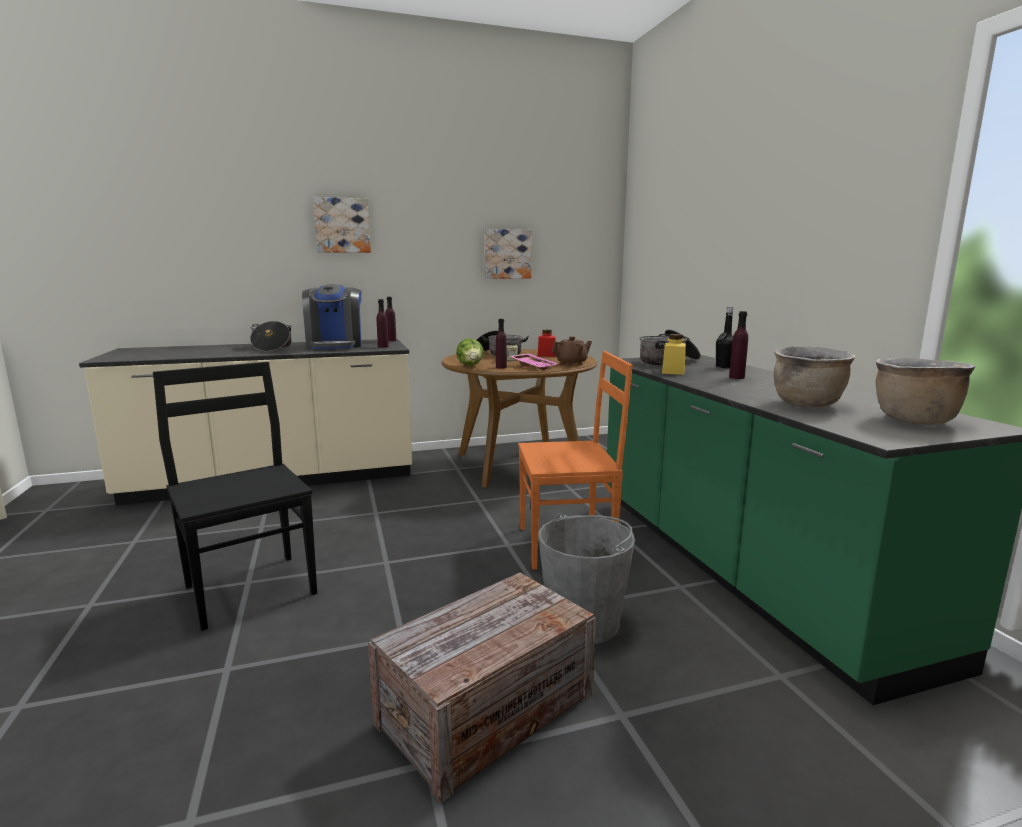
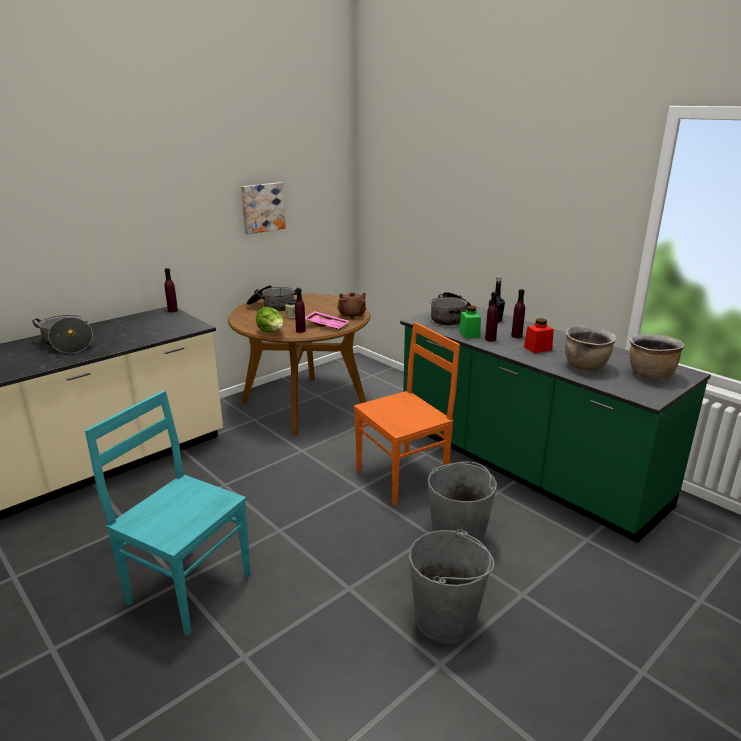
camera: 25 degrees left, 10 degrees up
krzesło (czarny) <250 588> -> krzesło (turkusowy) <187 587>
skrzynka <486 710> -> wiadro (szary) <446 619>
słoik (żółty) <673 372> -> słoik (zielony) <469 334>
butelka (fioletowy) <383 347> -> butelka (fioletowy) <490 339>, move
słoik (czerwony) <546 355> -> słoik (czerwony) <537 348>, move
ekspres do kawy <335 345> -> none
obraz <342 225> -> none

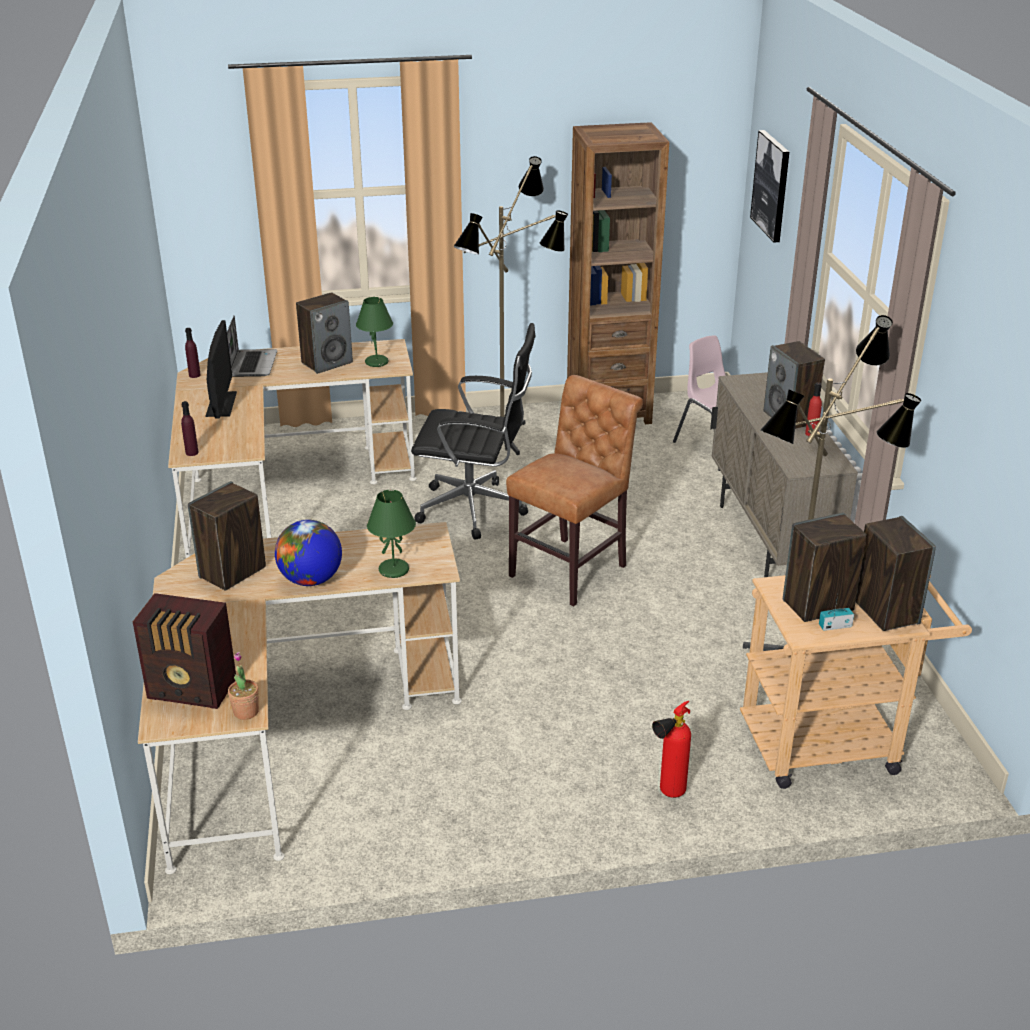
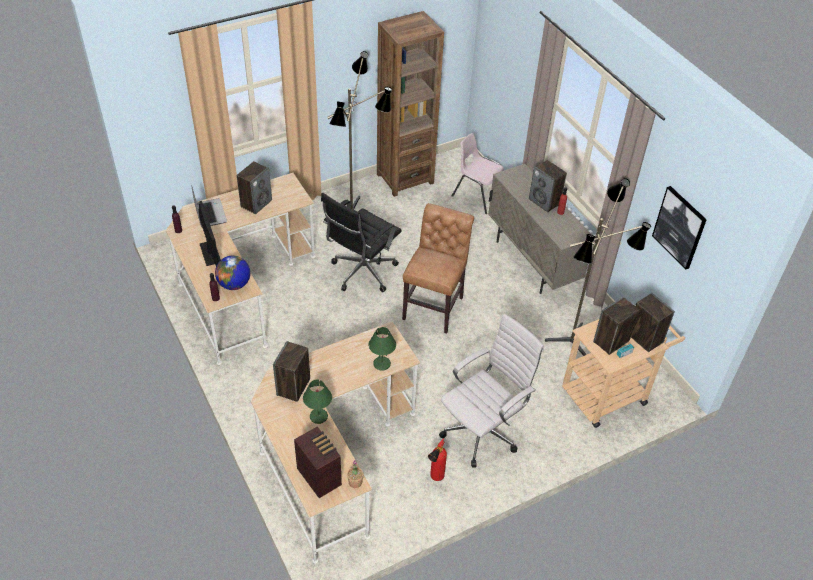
camera: 20 degrees left, 15 degrees up
globus <311 580> -> globus <234 284>, move
radio <193 690> -> radio <319 475>, 120 degrees counterclockwise
lampa stołowa (zielony) <377 362> -> lampa stołowa (zielony) <319 416>, move
krzesło biurowe (czarny) <476 510> -> krzesło biurowe (czarny) <361 273>, 135 degrees clockwise
gaśnica <668 794> -> gaśnica <435 478>, move
none -> krzesło biurowe (biały) <483 432>
obraz <772 185> -> obraz <679 227>, move

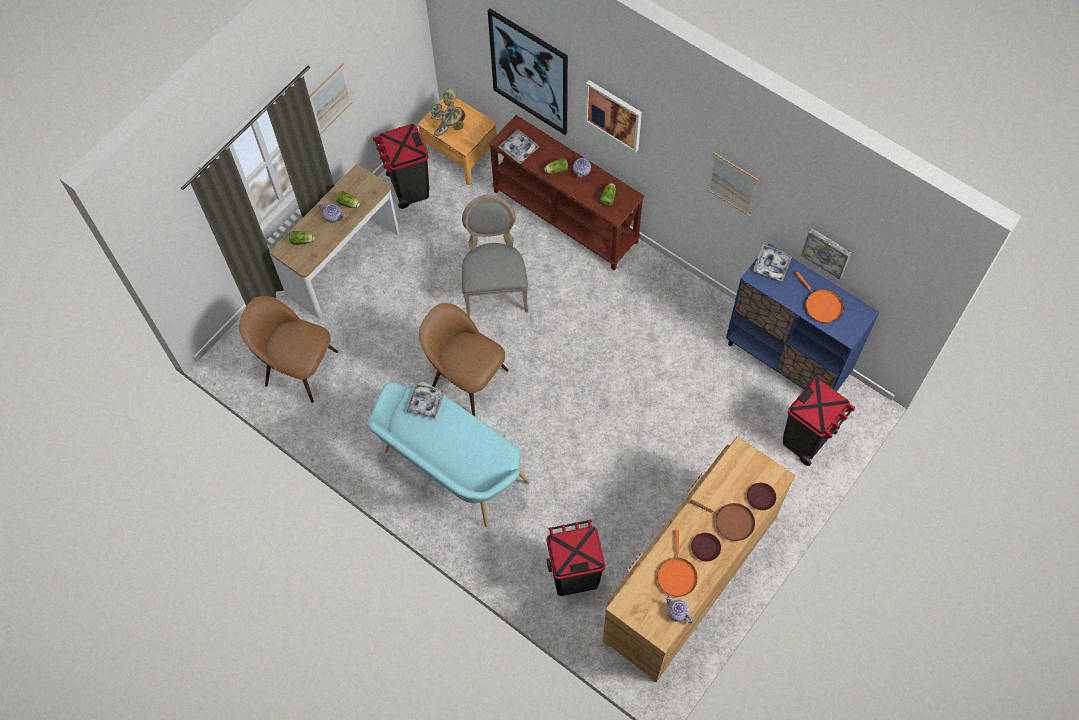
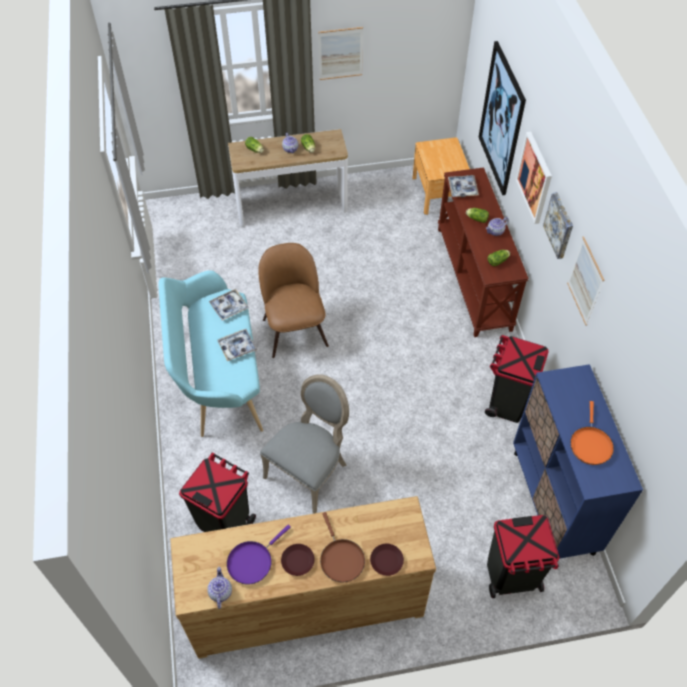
camera: 40 degrees right, 10 degrees down
taca <772 265> -> taca <237 347>, move
patelnia (pomarańczowy) <676 574> -> patelnia (fioletowy) <252 561>
krzesło (szary) <495 286> -> krzesło (szary) <310 470>, move
kosz na śmieci (czarny) <409 188> -> kosz na śmieci (czarny) <507 403>, move
obraz <827 252> -> obraz <560 225>, move
krzesło (brązowy) <298 367> -> none
roślina doniczkowa <448 124> -> none

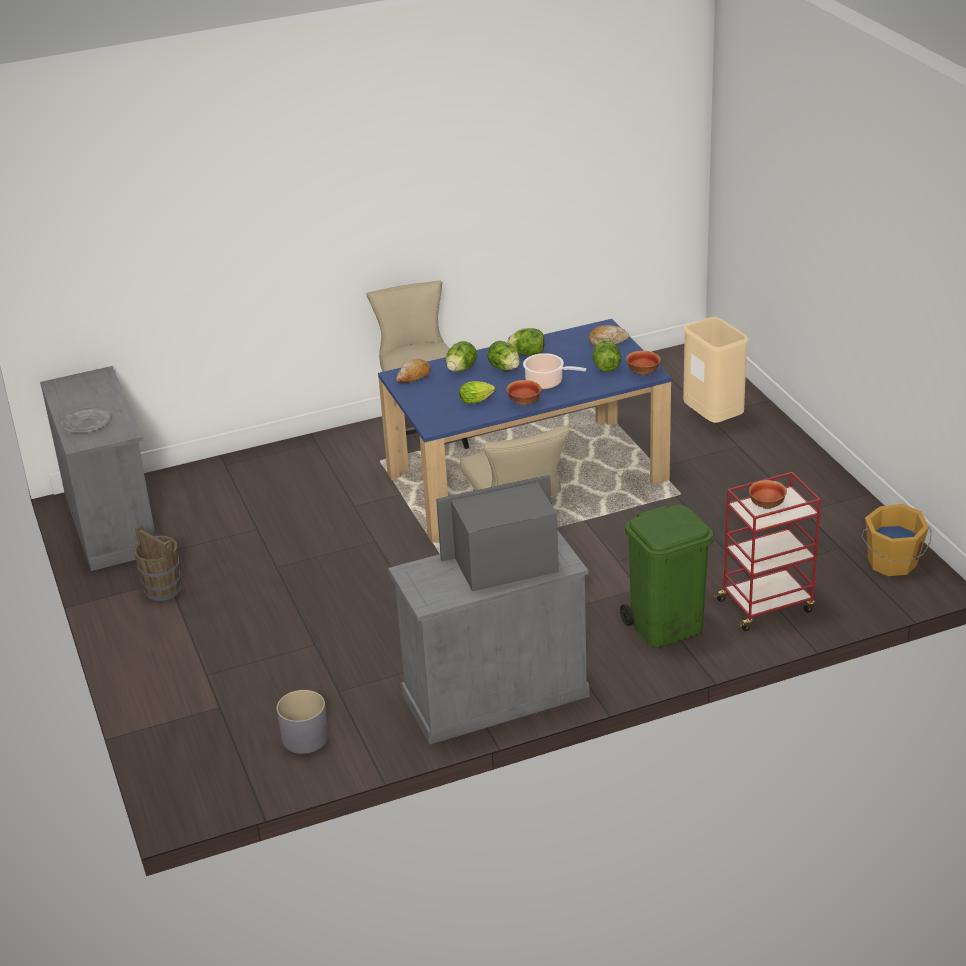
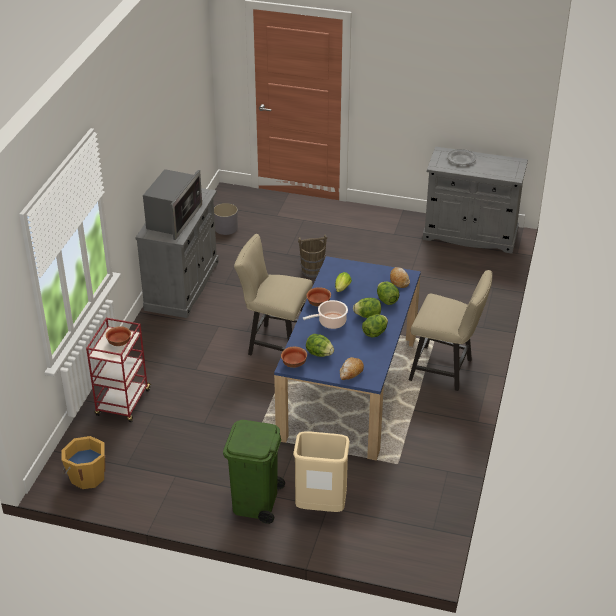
camera: 125 degrees right, 5 degrees up
kosz na śmieci (zielony) <667 626> -> kosz na śmieci (zielony) <255 502>, move
wiadro (brązowy) <163 589> -> wiadro (brązowy) <312 271>, move

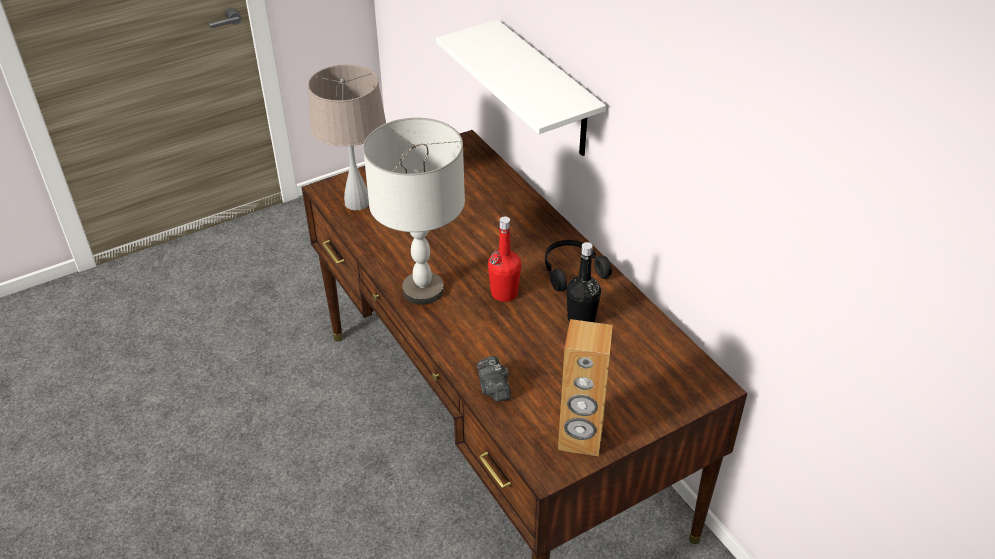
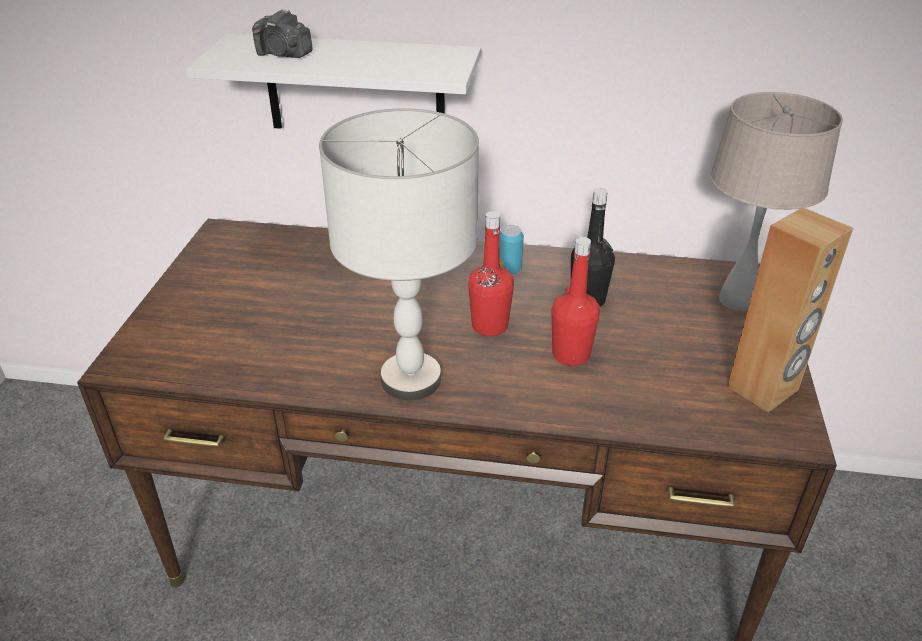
camera: 50 degrees left, 5 degrees down
aparat fotograficzny <493 388> -> aparat fotograficzny <284 55>, move
słuchawki (czarny) <571 270> -> puszka <509 269>
none -> butelka (czerwony) <571 354>
lampa stołowa (beżowy) <357 202> -> lampa stołowa (beżowy) <737 300>, move

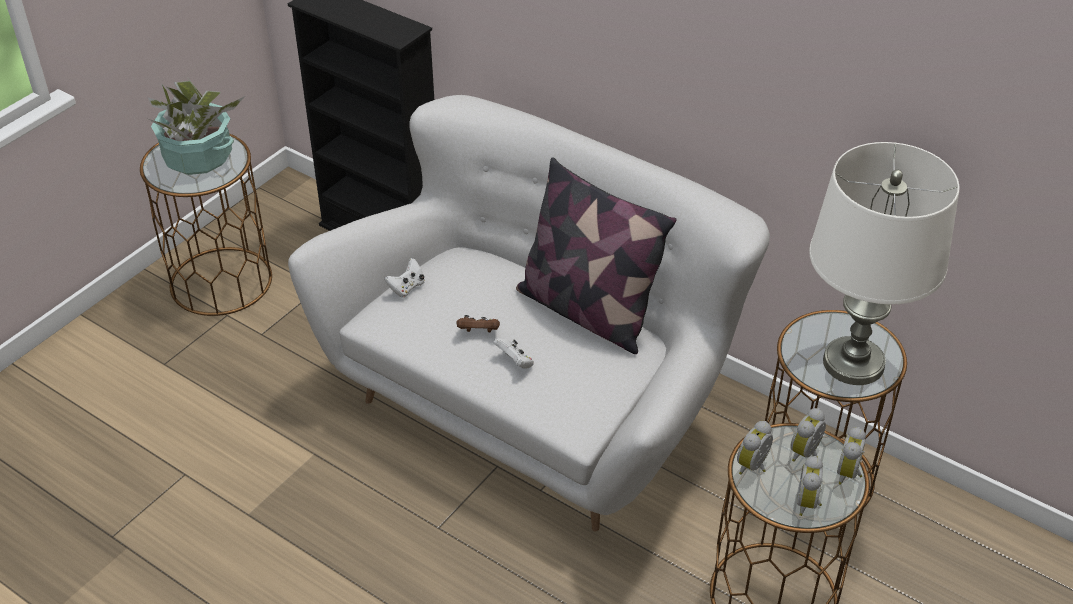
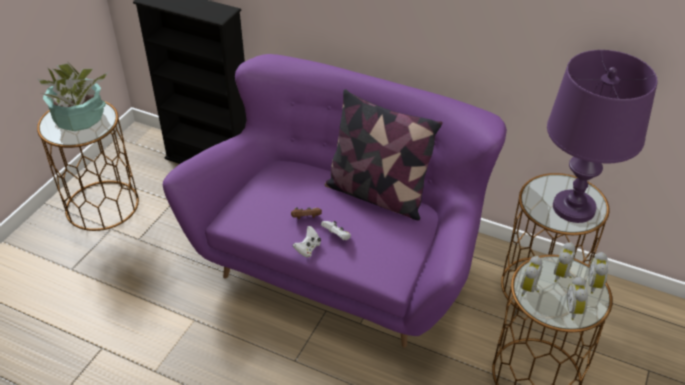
camera: 10 degrees left, 0 degrees up
kanapa (biały) <535 401> -> kanapa (fioletowy) <342 262>
pad do gier (biały) <407 287> -> pad do gier (biały) <308 249>, move
lampa stołowa (biały) <853 363> -> lampa stołowa (fioletowy) <573 208>

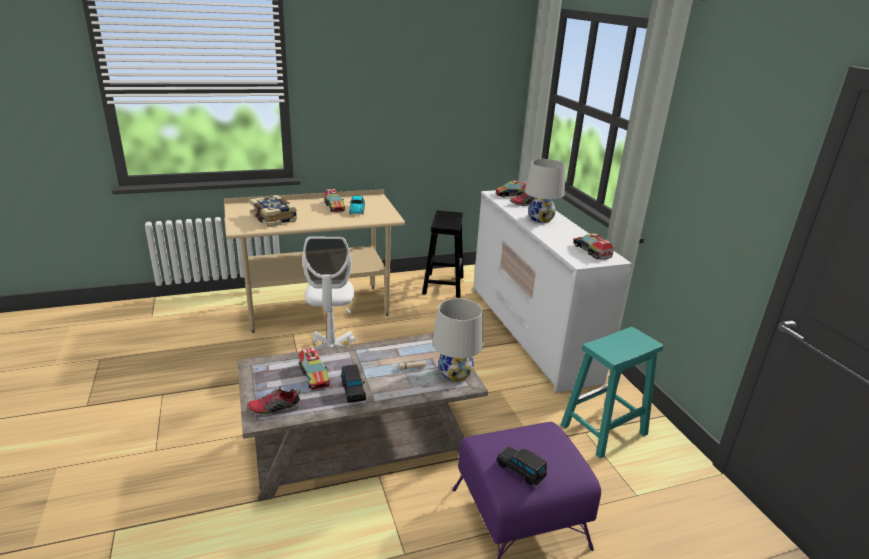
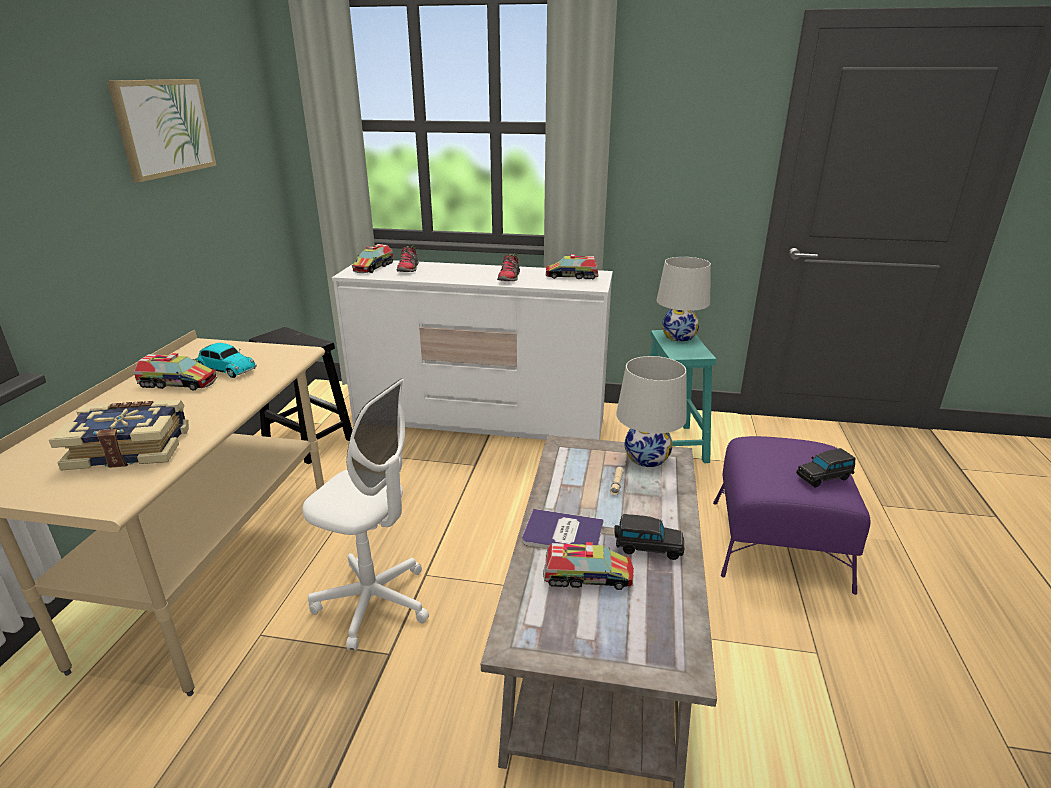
camera: 60 degrees left, 0 degrees up
none -> obraz <164 127>
but <274 409> -> but <509 278>, move
none -> książka <562 533>
lampa stołowa (biały) <540 219> -> lampa stołowa (biały) <679 336>, move

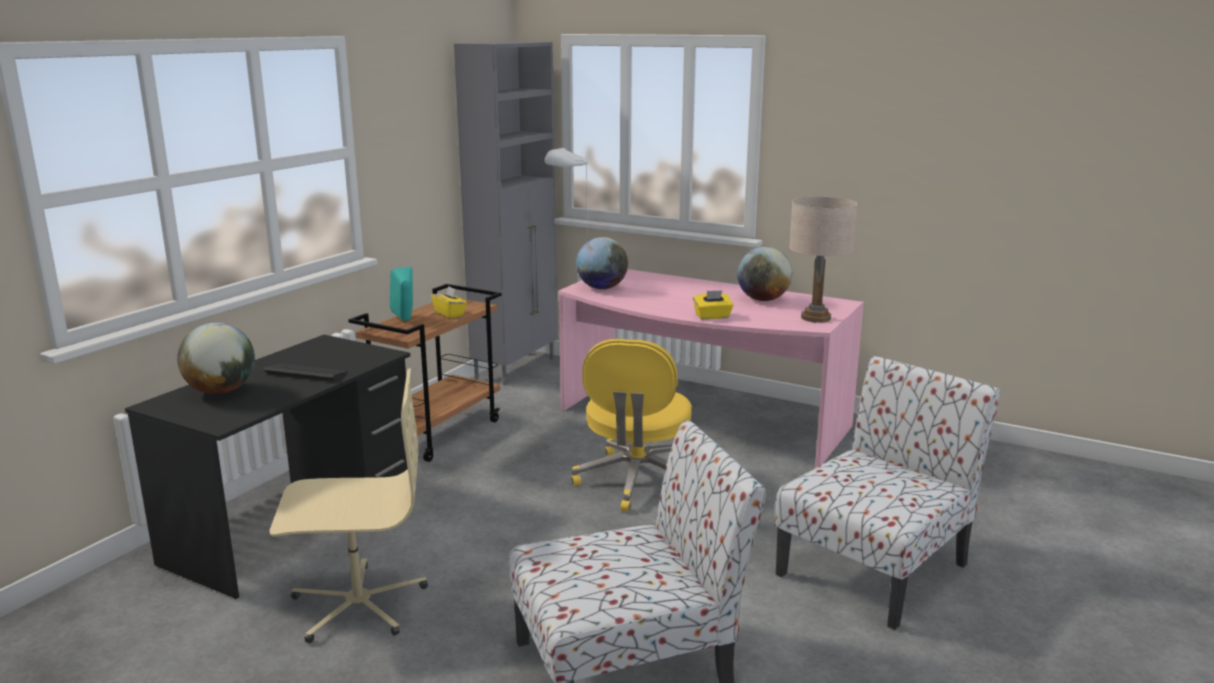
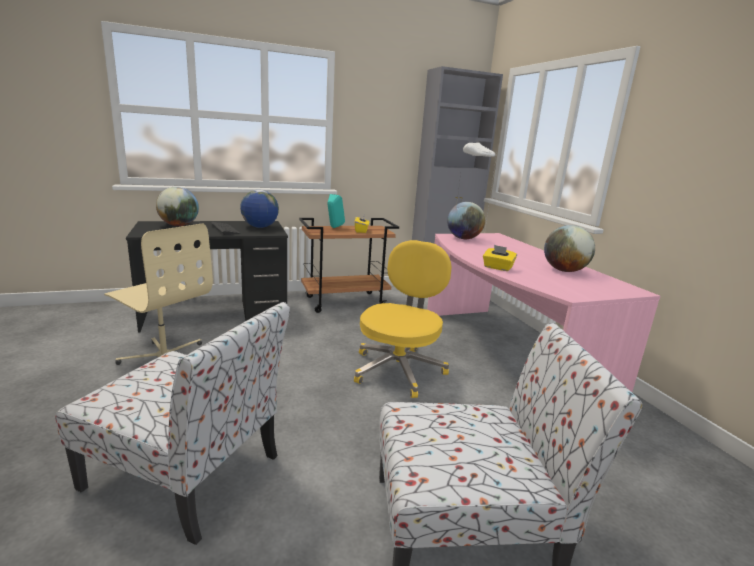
camera: 40 degrees right, 0 degrees up
none -> globus <260 227>
krzesło biurowe (żółty) <636 481> -> krzesło biurowe (żółty) <399 369>, 150 degrees clockwise
lampa stołowa (beżowy) <816 318> -> none

